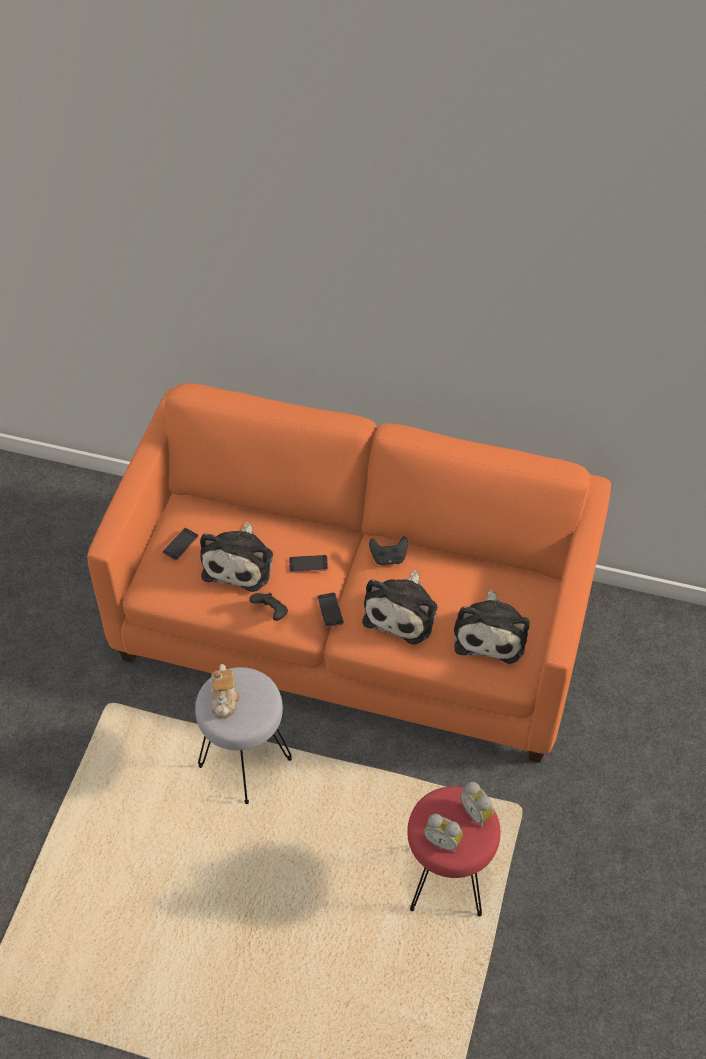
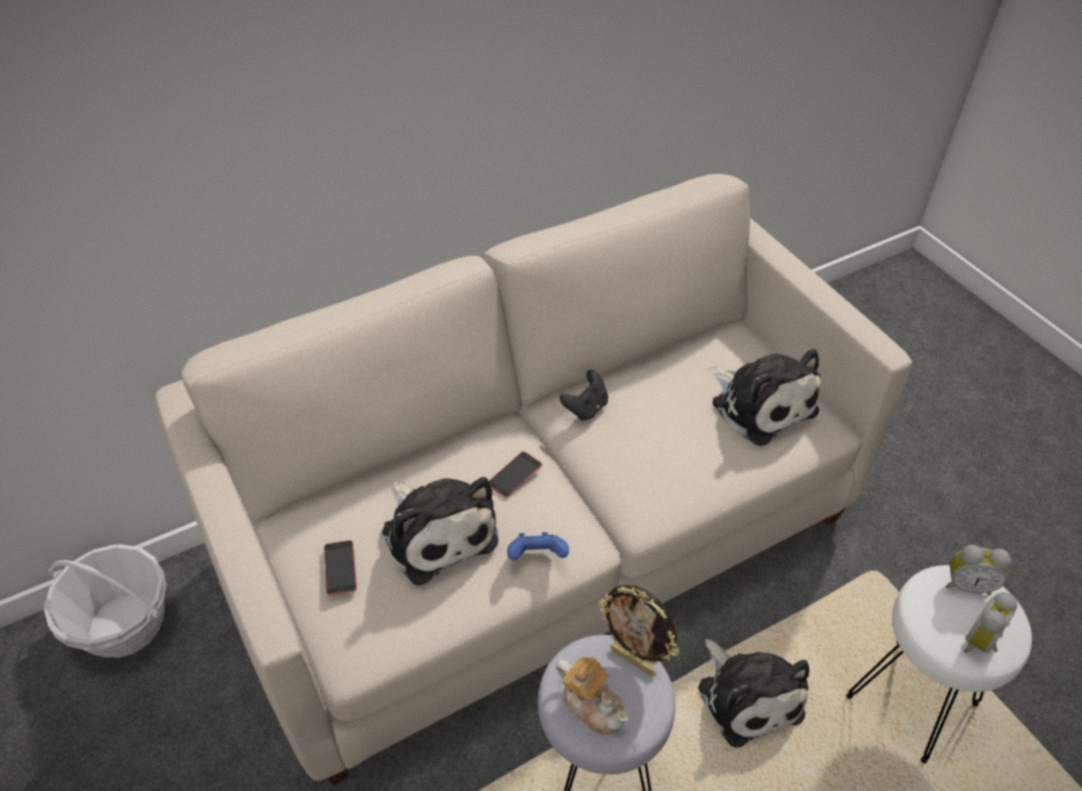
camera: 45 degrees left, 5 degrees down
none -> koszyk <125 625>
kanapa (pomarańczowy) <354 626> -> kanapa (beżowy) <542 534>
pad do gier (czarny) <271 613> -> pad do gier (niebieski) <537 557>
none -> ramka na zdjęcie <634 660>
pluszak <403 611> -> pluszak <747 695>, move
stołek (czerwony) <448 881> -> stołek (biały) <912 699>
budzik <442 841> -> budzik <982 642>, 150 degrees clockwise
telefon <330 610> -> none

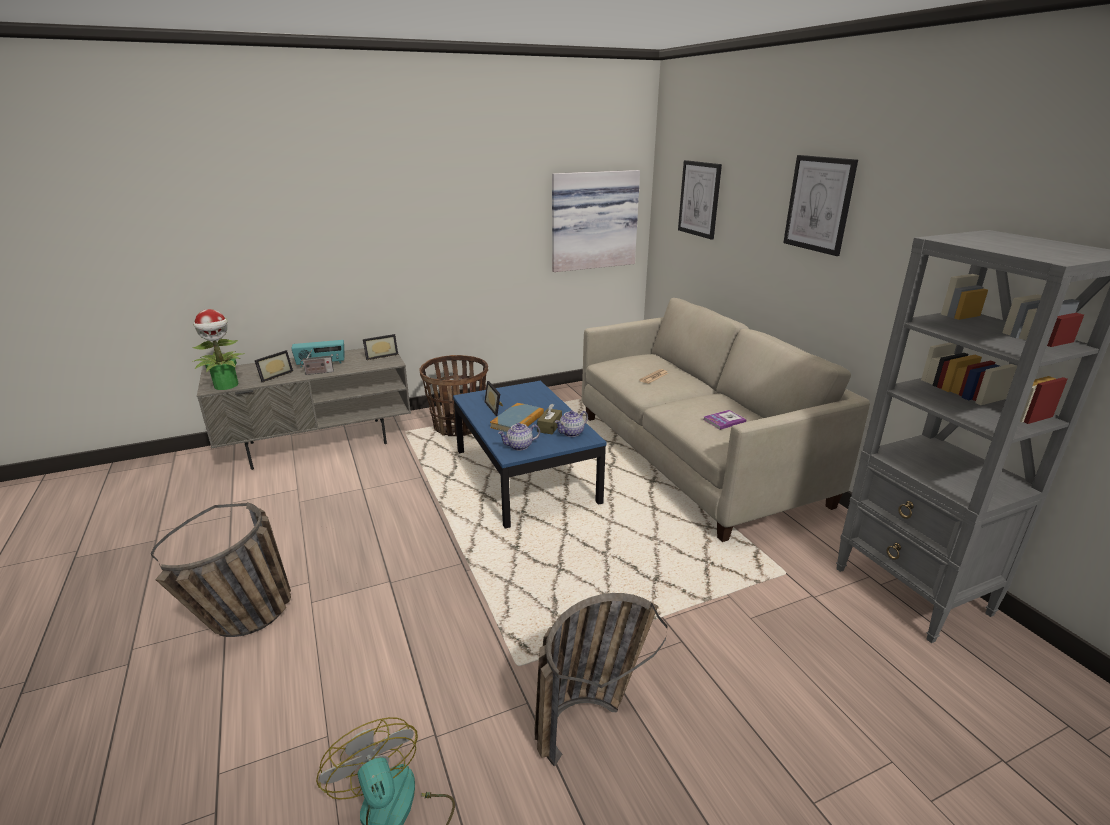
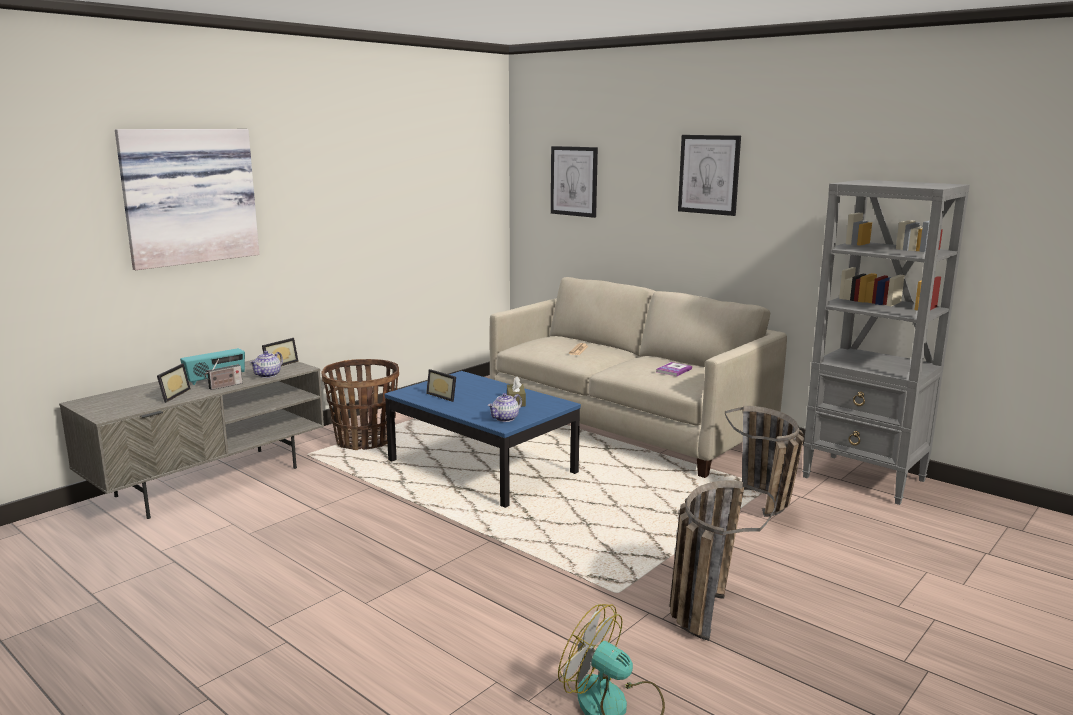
camera: 25 degrees left, 10 degrees down
obraz <593 220> -> obraz <188 196>, move
imbryk <572 433> -> imbryk <268 375>, move
koszyk <245 624> -> koszyk <767 508>, move
roślina doniczkowa <226 385> -> none
książka <517 421> -> none

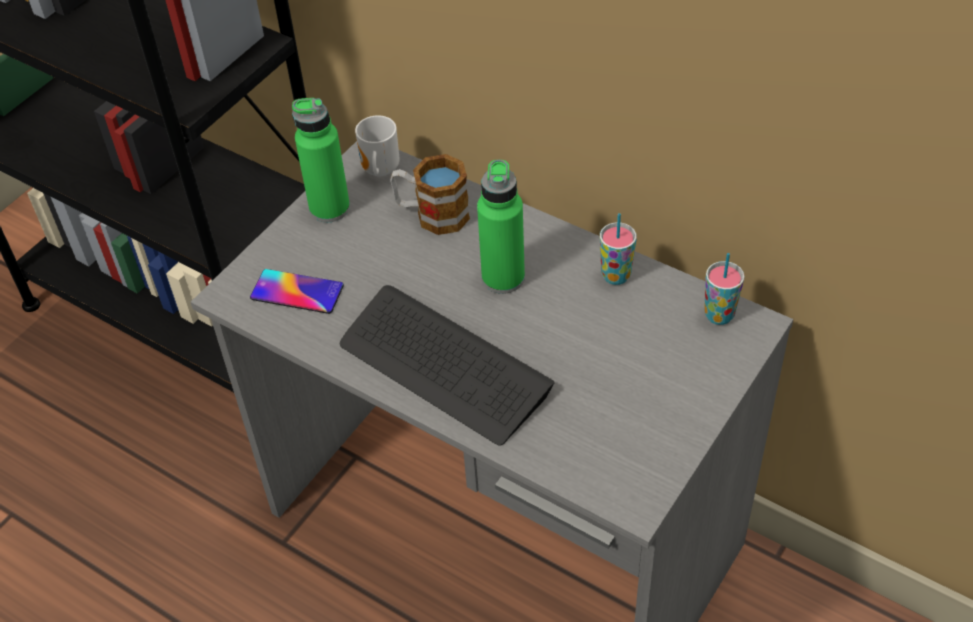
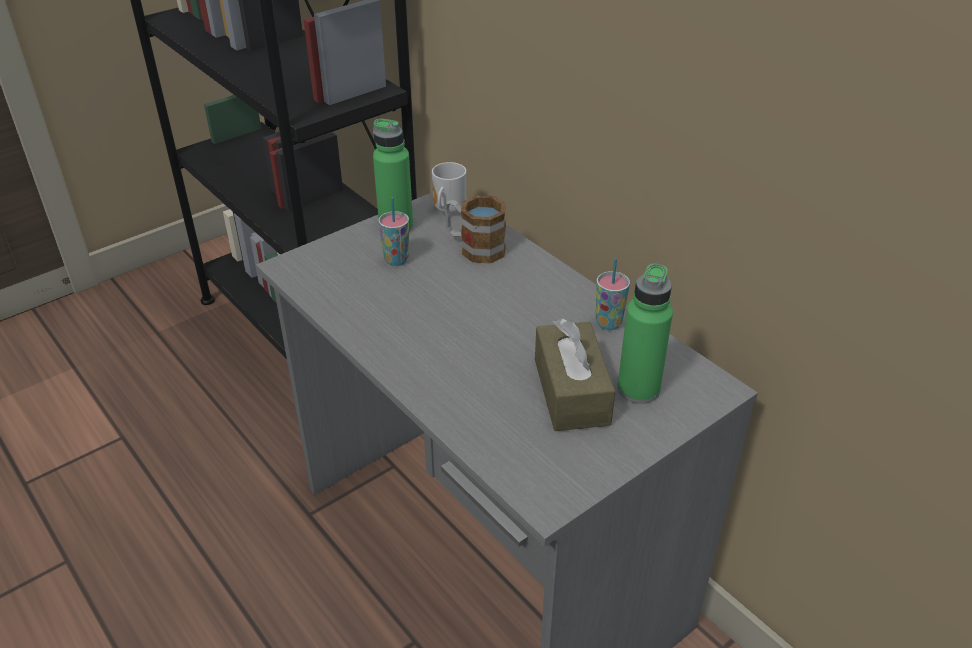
camera: 15 degrees right, 10 degrees down
filiżanka <719 315> -> filiżanka <396 260>, move
none -> pudełko chusteczek (brązowy) <571 391>
butelka (zielony) <503 278> -> butelka (zielony) <638 389>, move
telefon <297 292> -> none
klawiatura <444 366> -> none

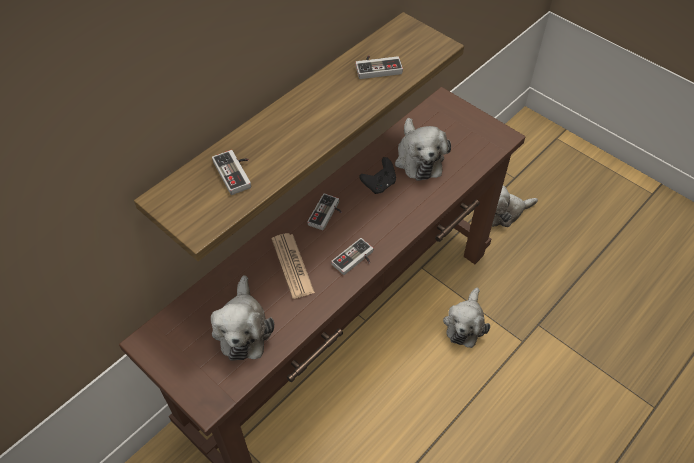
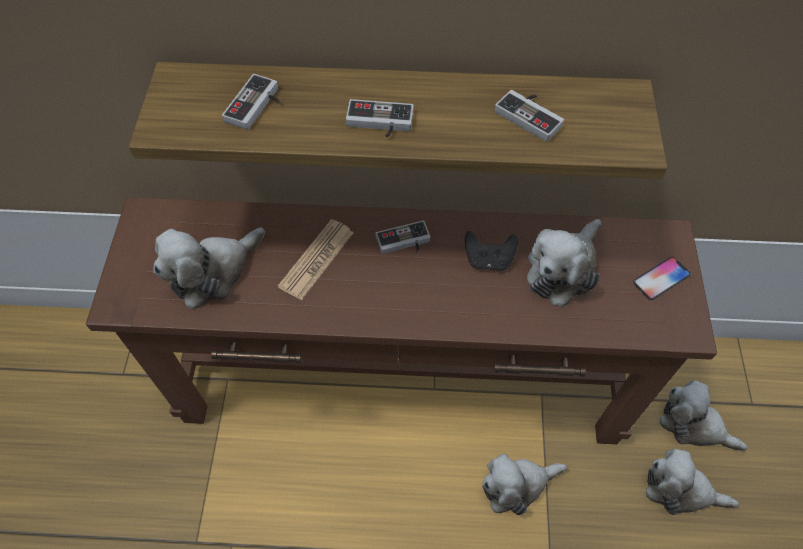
camera: 50 degrees right, 5 degrees up
pad do gier <355 260> -> pad do gier <379 123>, move
none -> telefon <661 279>
none -> pluszak <680 490>

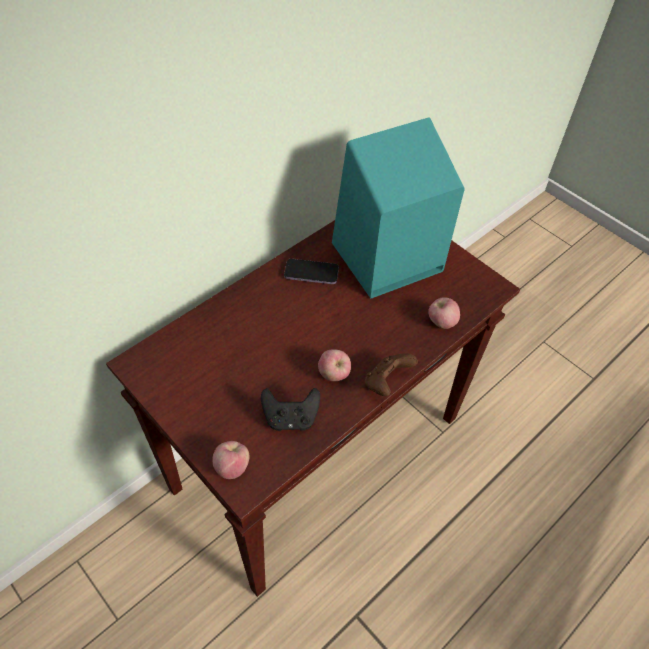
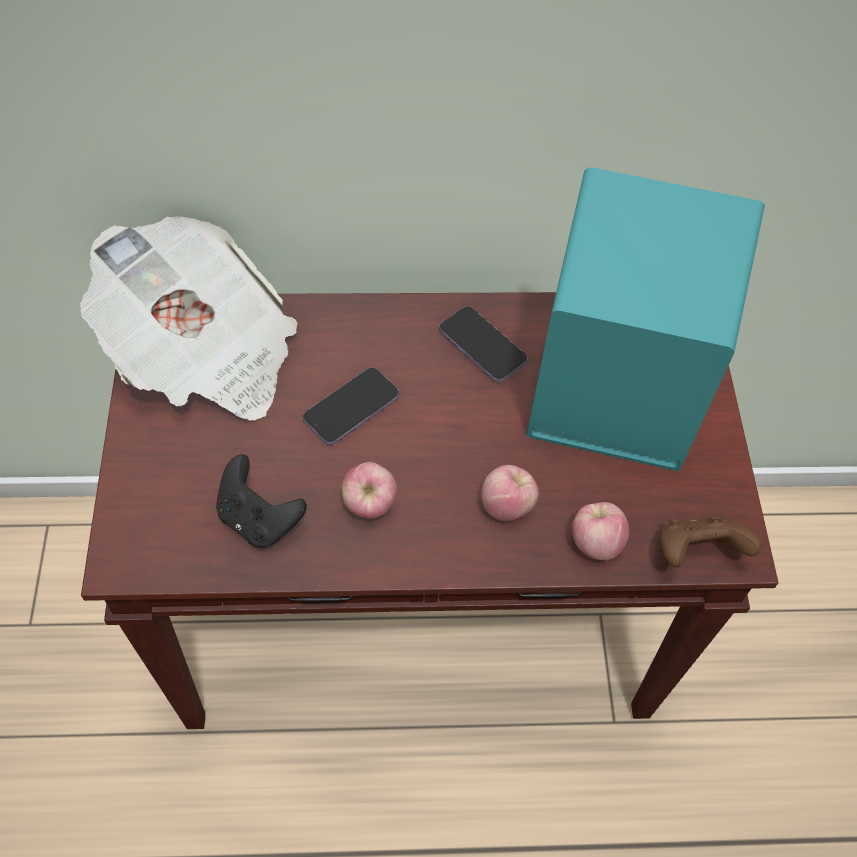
camera: 40 degrees right, 5 degrees up
none -> gazeta <203 353>
none -> telefon <351 408>
jabłko <232 467> -> jabłko <507 506>, move
pad do gier (brązowy) <386 383> -> pad do gier (brązowy) <696 553>, move

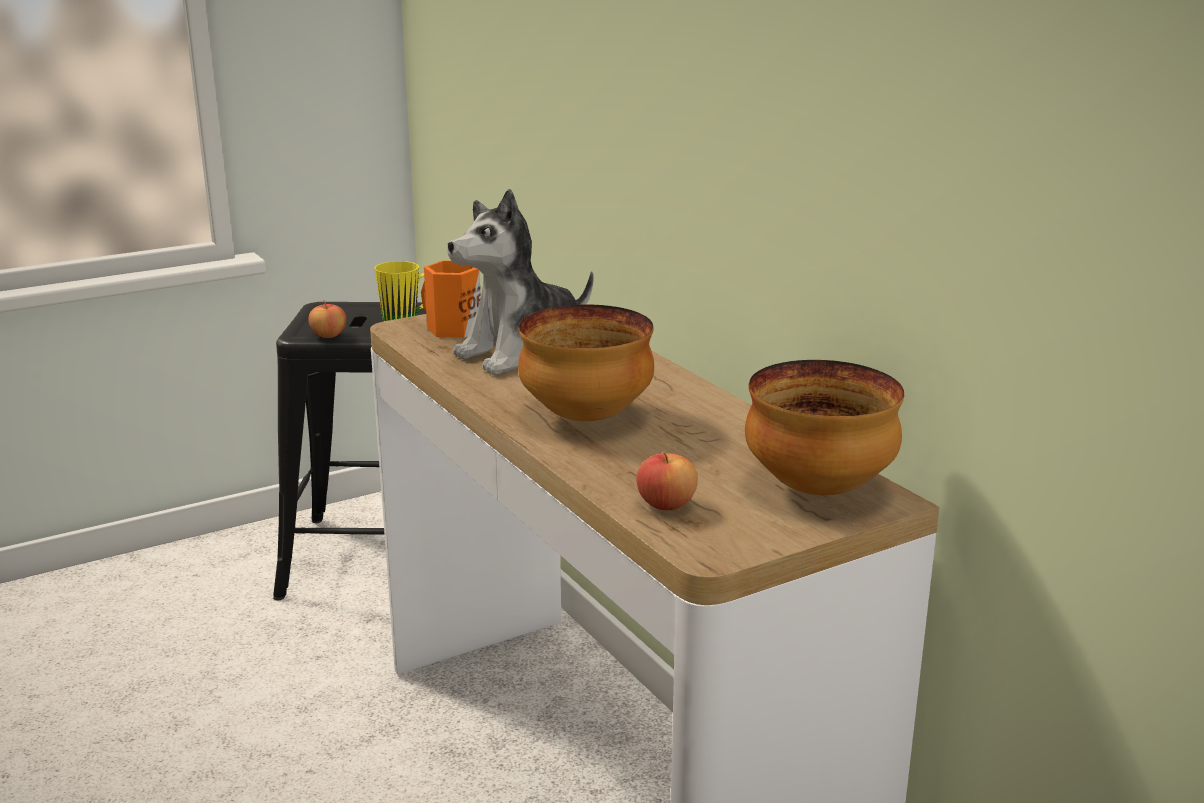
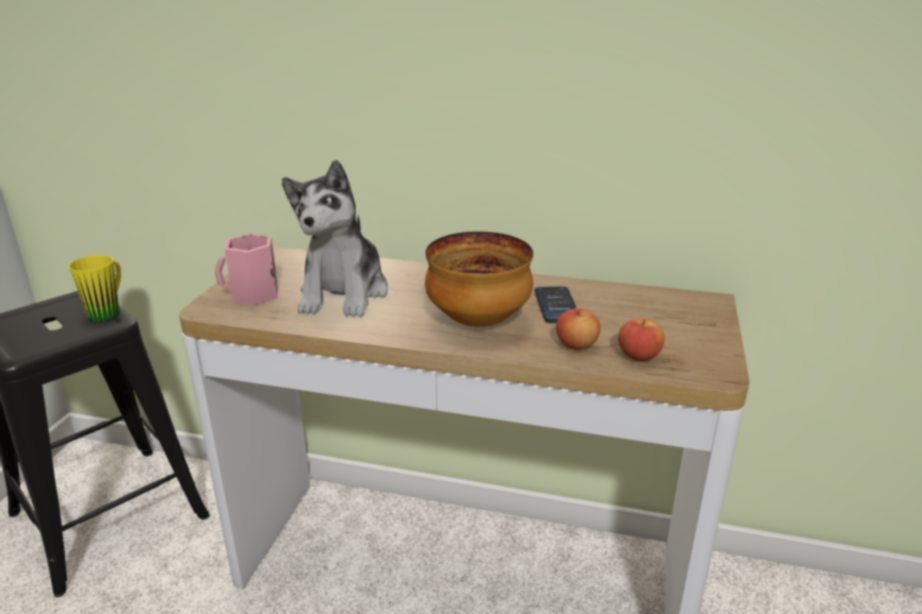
camera: 45 degrees left, 5 degrees up
kubek (pomarańczowy) <451 329> -> kubek (różowy) <253 295>
none -> telefon <556 305>
jabłko <328 335> -> jabłko <576 345>, move
miska <819 489> -> none

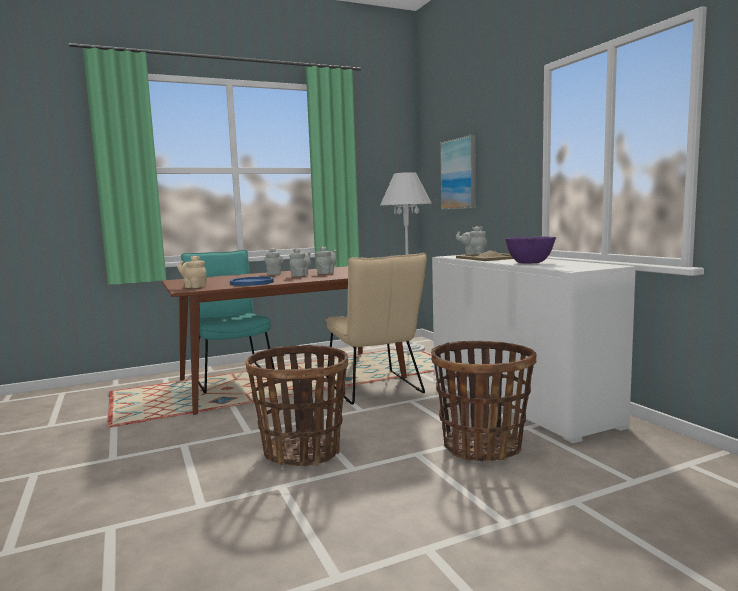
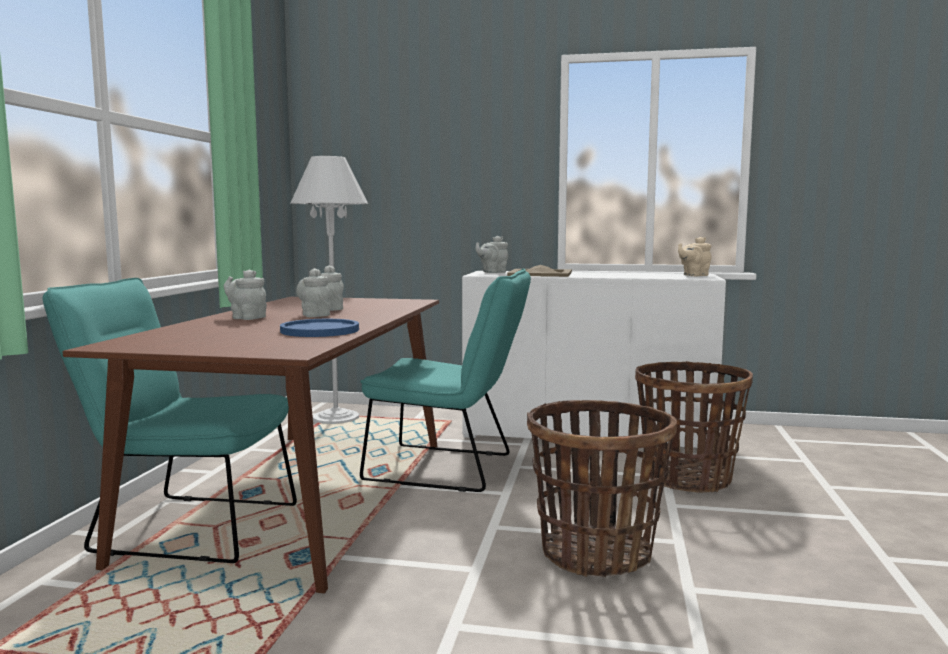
camera: 55 degrees left, 0 degrees up
krzesło (beżowy) <376 389> -> krzesło (turkusowy) <449 469>
imbryk (beżowy) <194 287> -> imbryk (beżowy) <694 275>, move
obraz <459 174> -> none
miska (fioletowy) <529 263> -> none

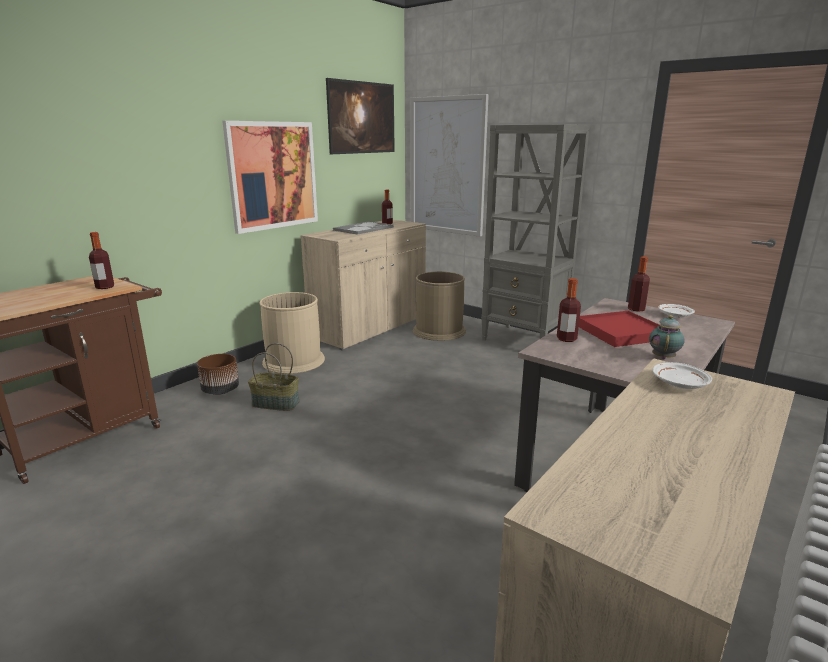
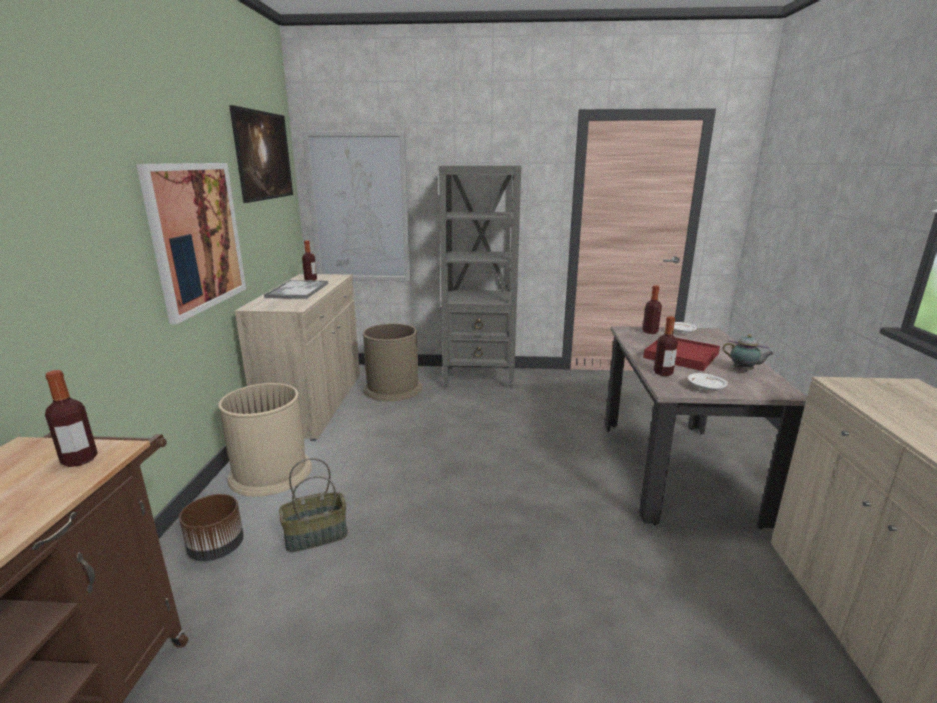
camera: 35 degrees left, 0 degrees up
talerz (biały) <679 384> -> talerz (biały) <706 387>, move
imbryk <663 357> -> imbryk <744 371>, 135 degrees clockwise

